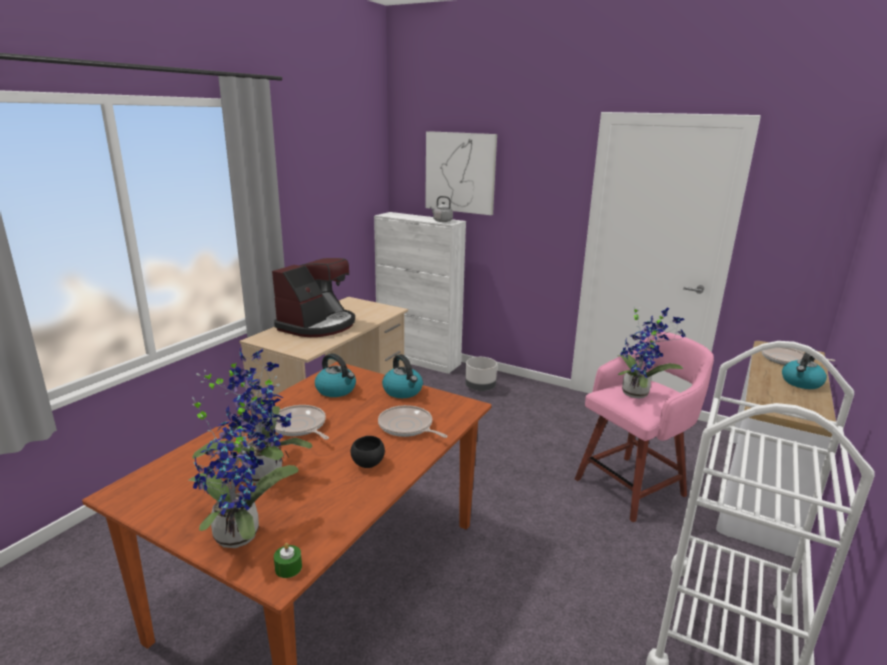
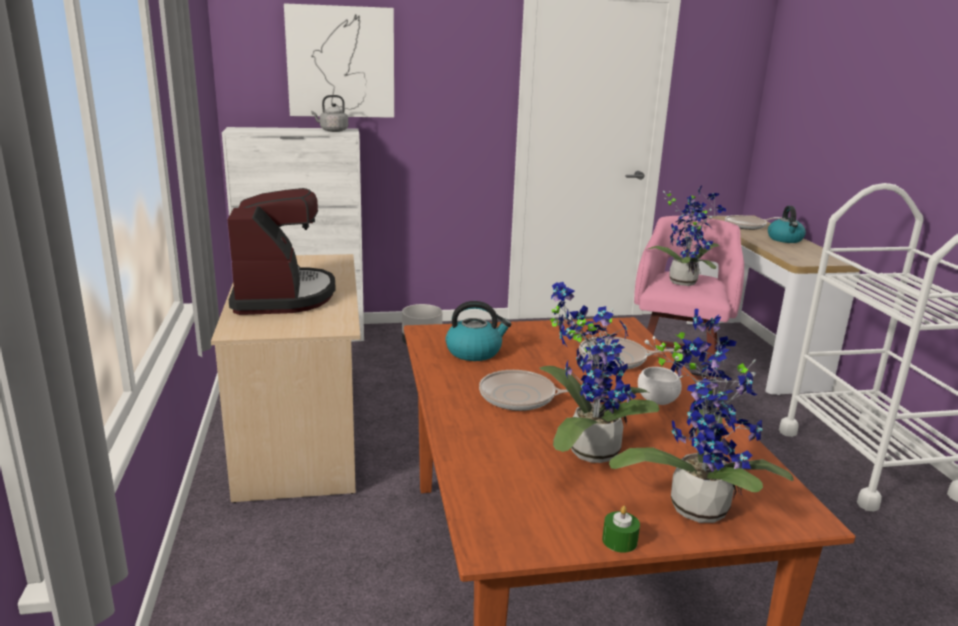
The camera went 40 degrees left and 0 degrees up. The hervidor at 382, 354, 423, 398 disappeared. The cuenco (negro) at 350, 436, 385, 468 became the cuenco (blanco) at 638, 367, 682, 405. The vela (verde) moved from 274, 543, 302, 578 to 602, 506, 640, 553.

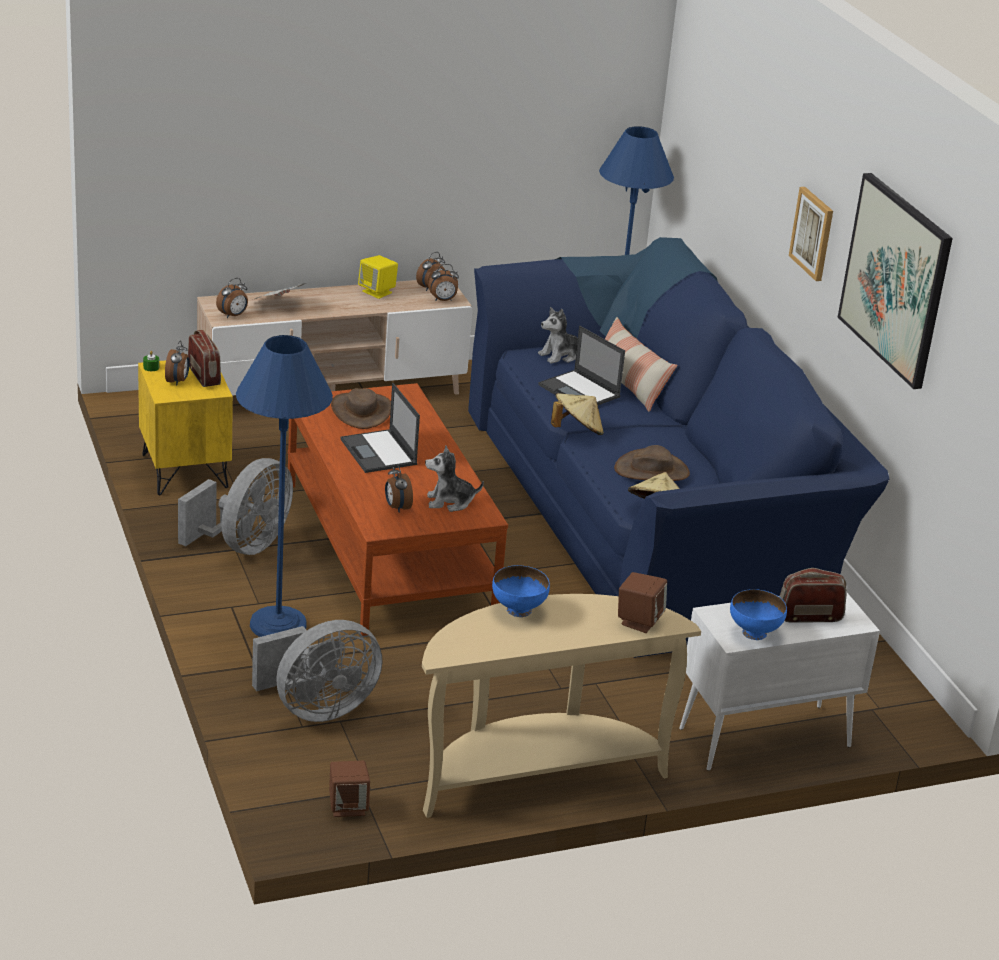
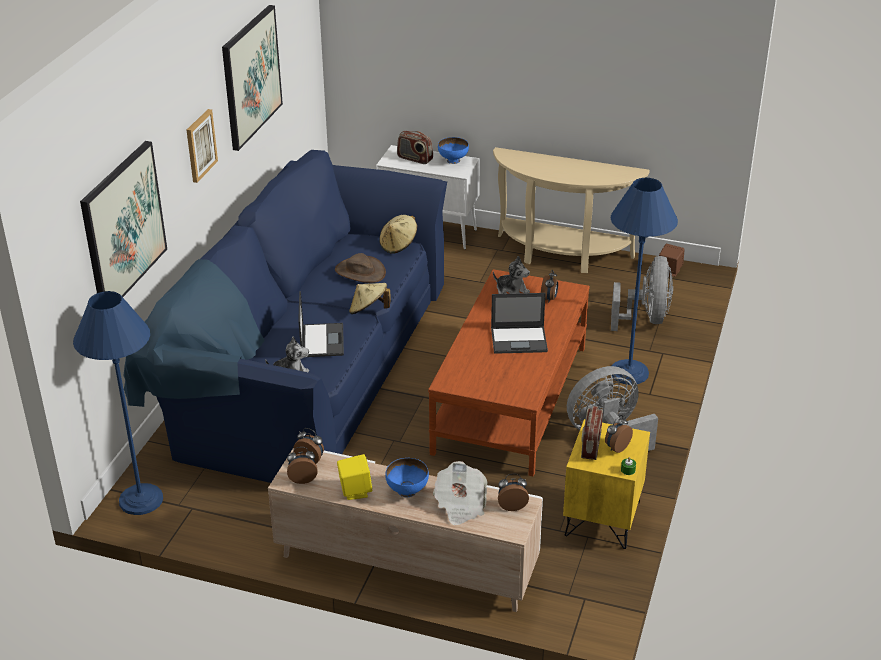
The camera went 140 degrees left and 5 degrees up. The cojín at 605, 317, 678, 412 disappeared. The portátil at 341, 383, 420, 473 turned 75 degrees clockwise. The sombrero (marrón) at 331, 388, 391, 429 disappeared. The cuenco (azul) moved from 492, 565, 550, 617 to 385, 458, 429, 497. The altavoz (marrón) at 618, 572, 667, 633 disappeared. The ventilador (gris) at 252, 620, 382, 722 turned 90 degrees clockwise. The cuadro at 80, 141, 167, 297 appeared.

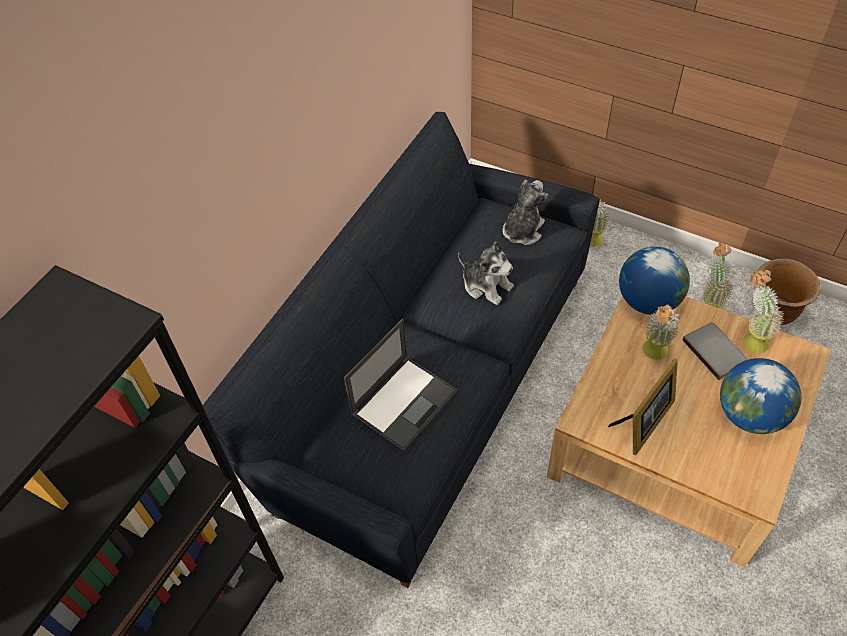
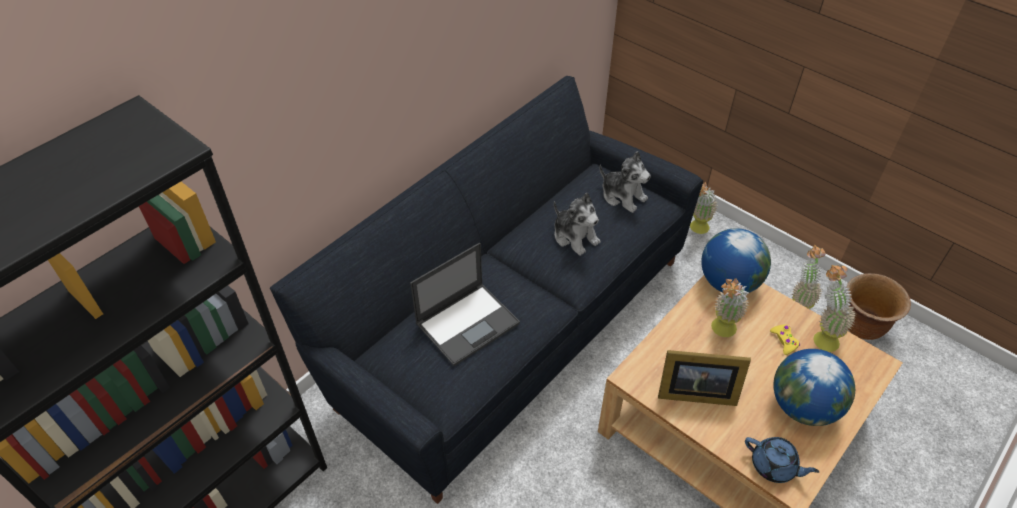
The camera went 10 degrees right and 5 degrees down. The peluche at 502, 180, 549, 245 turned 90 degrees clockwise. The libro (gris) at 683, 322, 748, 380 was replaced by the mando de consola (amarillo) at 770, 325, 800, 355. The portarretratos at 608, 358, 678, 455 turned 45 degrees clockwise. The tetera (azul) at 745, 437, 819, 483 appeared.

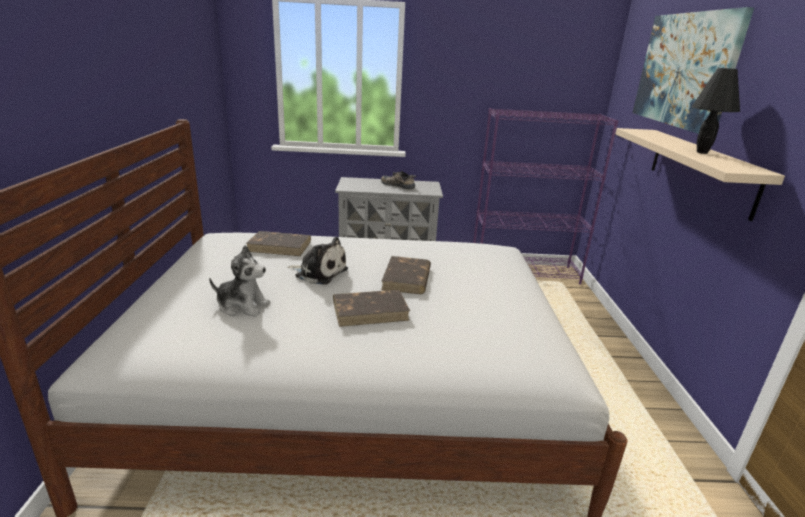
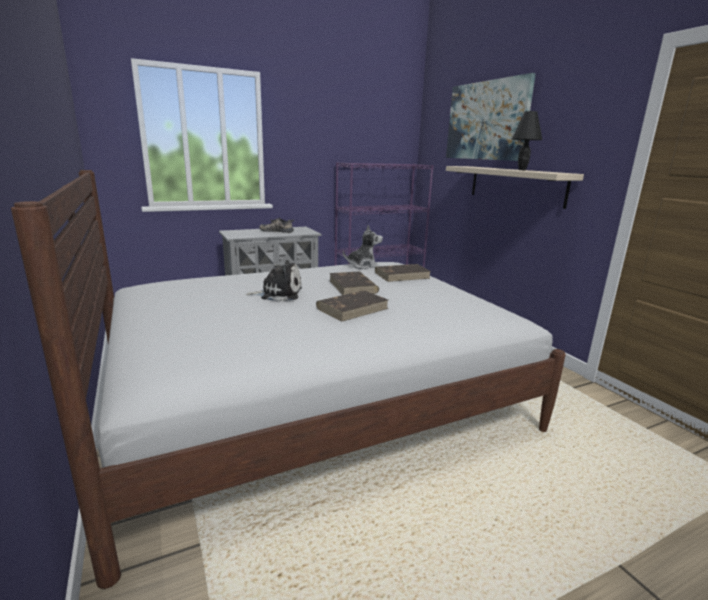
The camera went 25 degrees left and 5 degrees down. The libro (marrón) moved from 246, 231, 311, 256 to 375, 264, 431, 282. The peluche moved from 209, 245, 270, 317 to 343, 225, 383, 269.

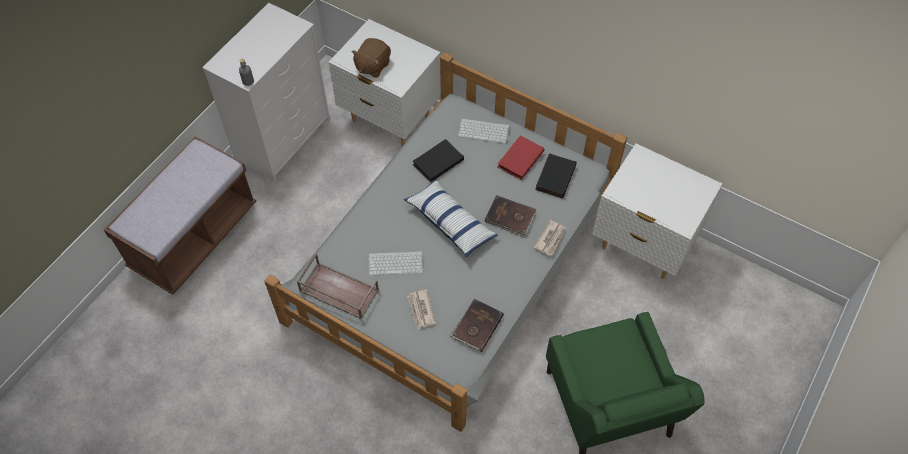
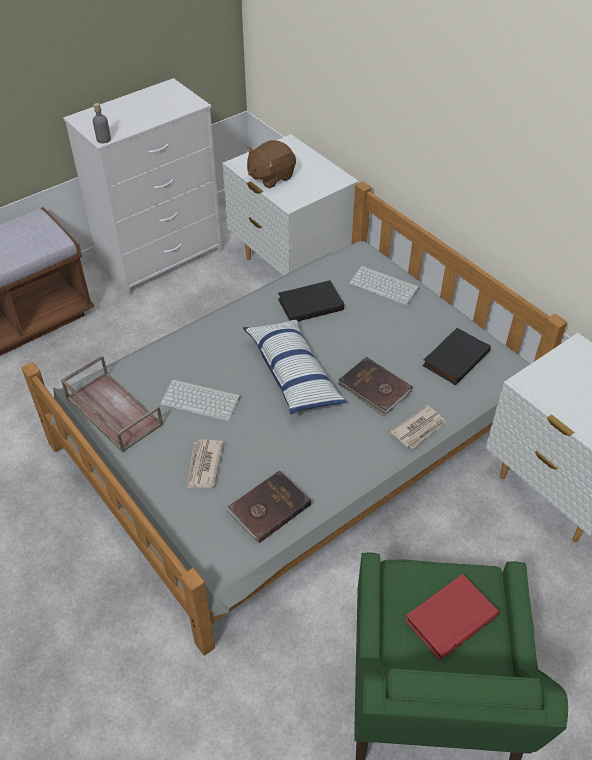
The camera went 20 degrees right and 10 degrees down. The libro (rojo) moved from 498, 135, 544, 180 to 405, 574, 499, 660.

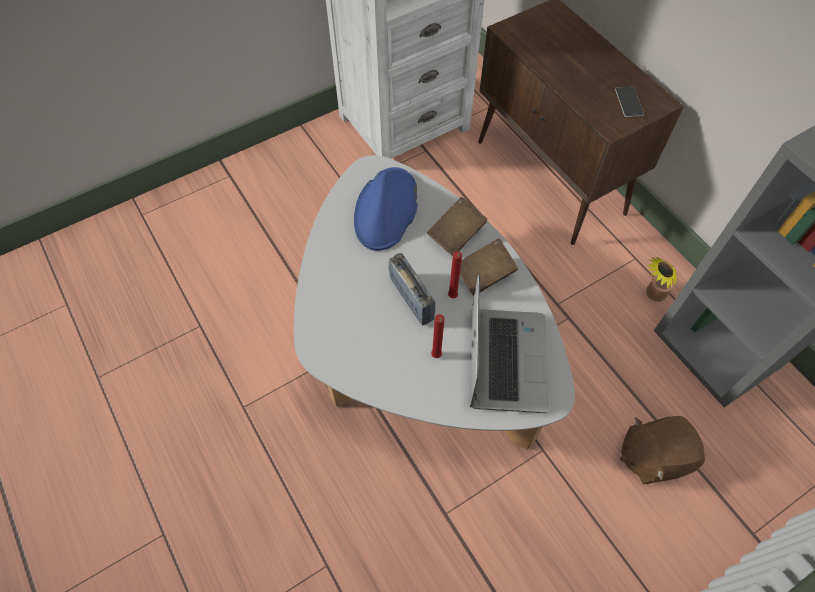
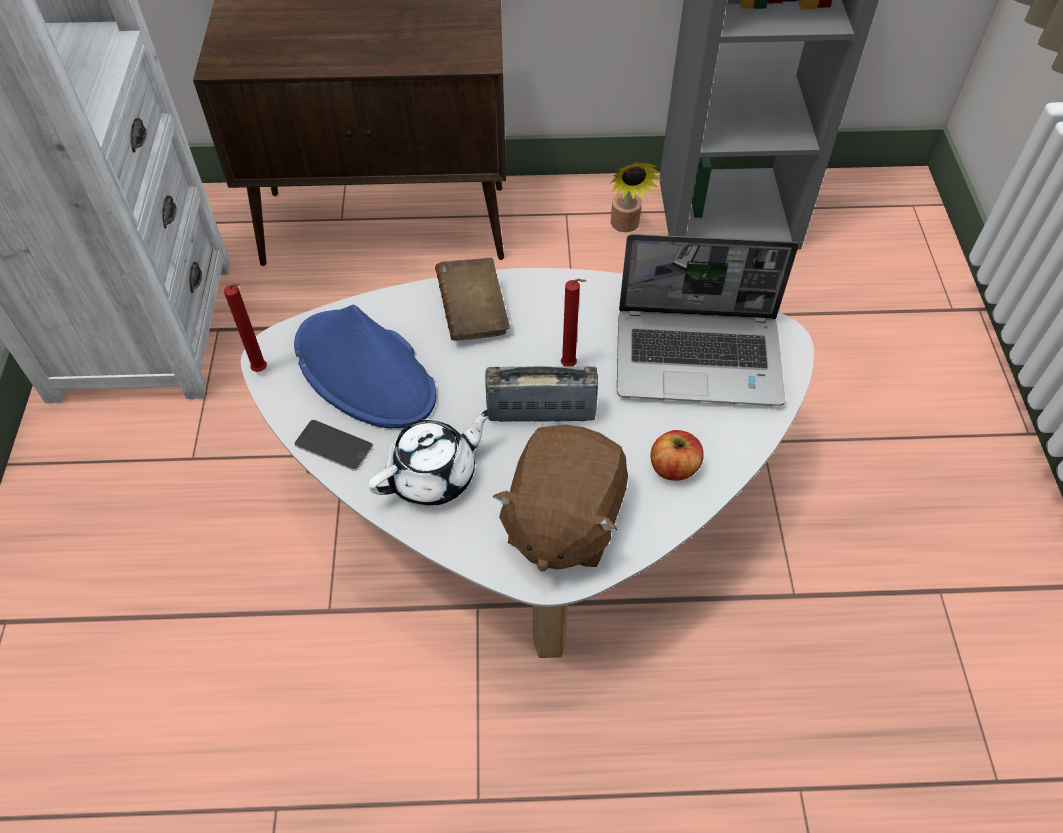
The camera went 60 degrees left and 5 degrees down. The móvil moved from 615, 87, 644, 117 to 294, 420, 373, 471. The libro (marrón) at 460, 238, 518, 296 disappeared. The portátil at 470, 274, 549, 413 turned 150 degrees clockwise. The vela (rojo) moved from 431, 314, 445, 358 to 224, 283, 267, 372. The peluche (marrón) moved from 620, 416, 705, 485 to 493, 424, 628, 572. The tetera (blanco) at 368, 409, 493, 506 appeared. The manzana at 651, 430, 704, 481 appeared.

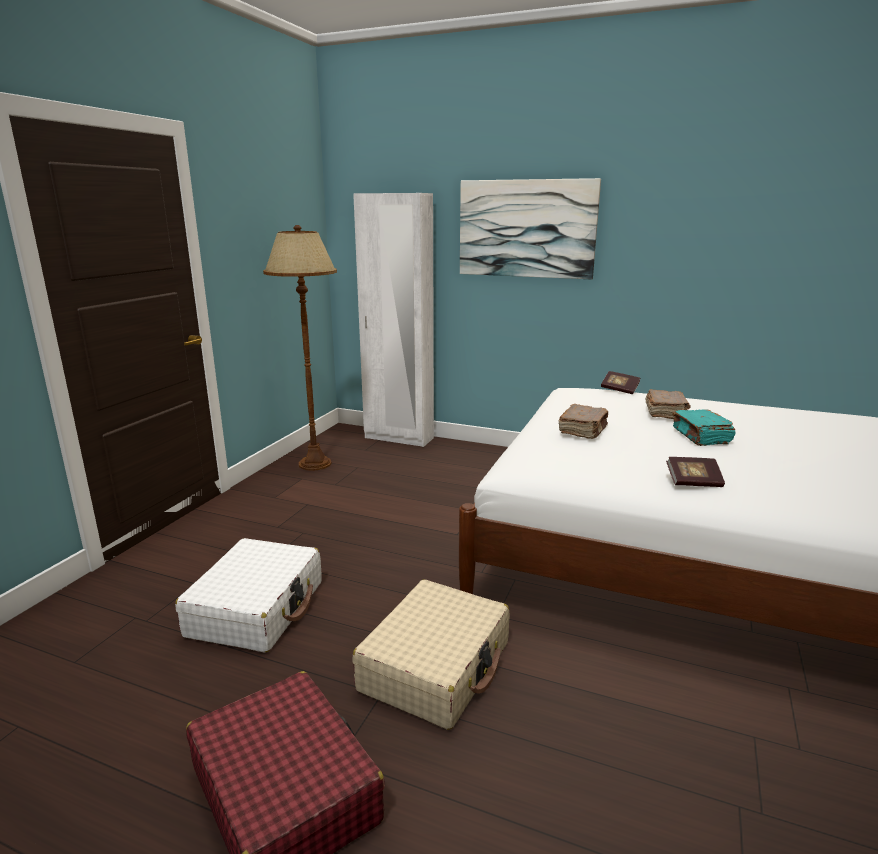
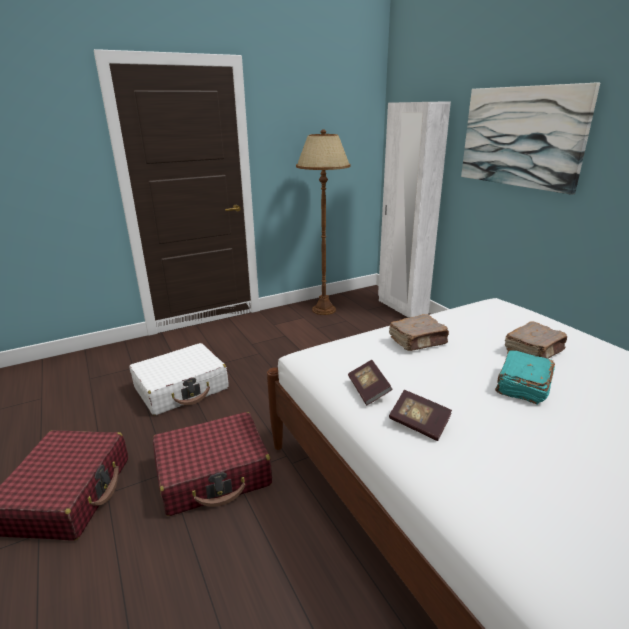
The camera went 40 degrees right and 5 degrees up. The libro moved from 601, 371, 640, 394 to 348, 360, 392, 405. The maleta (beis) at 353, 579, 510, 730 became the maleta (rojo) at 153, 412, 272, 516.

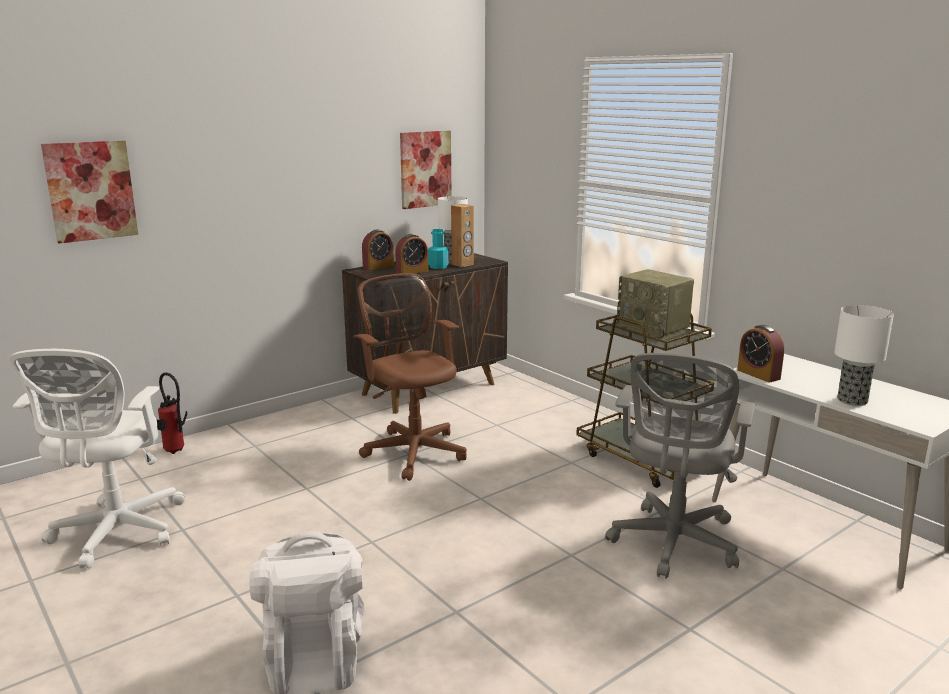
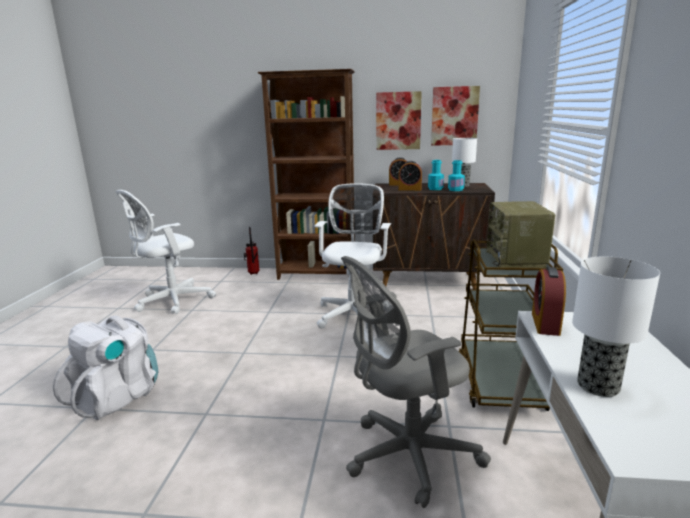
The camera went 45 degrees right and 0 degrees up. The cuadro moved from 41, 140, 138, 244 to 376, 91, 422, 150. The altavoz (marrón) at 451, 204, 474, 267 was replaced by the botella (turquesa) at 448, 160, 465, 191. The silla de oficina (marrón) at 353, 273, 467, 481 became the silla de oficina (blanco) at 314, 183, 391, 329. The estantería (marrón) at 257, 69, 355, 280 appeared.

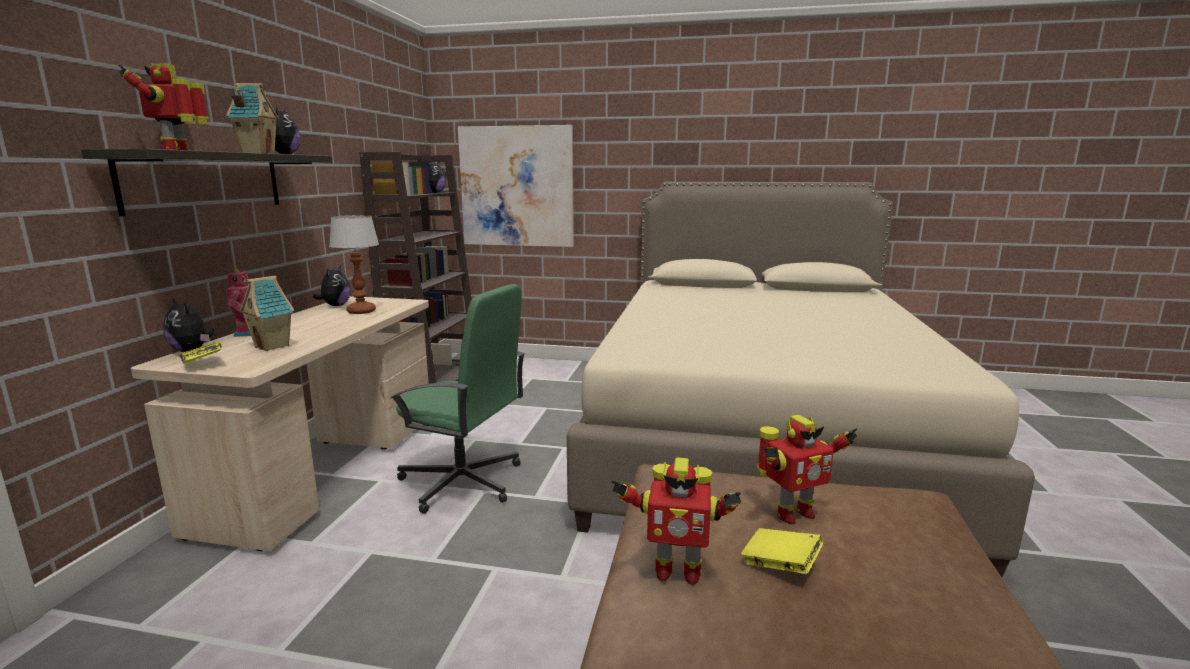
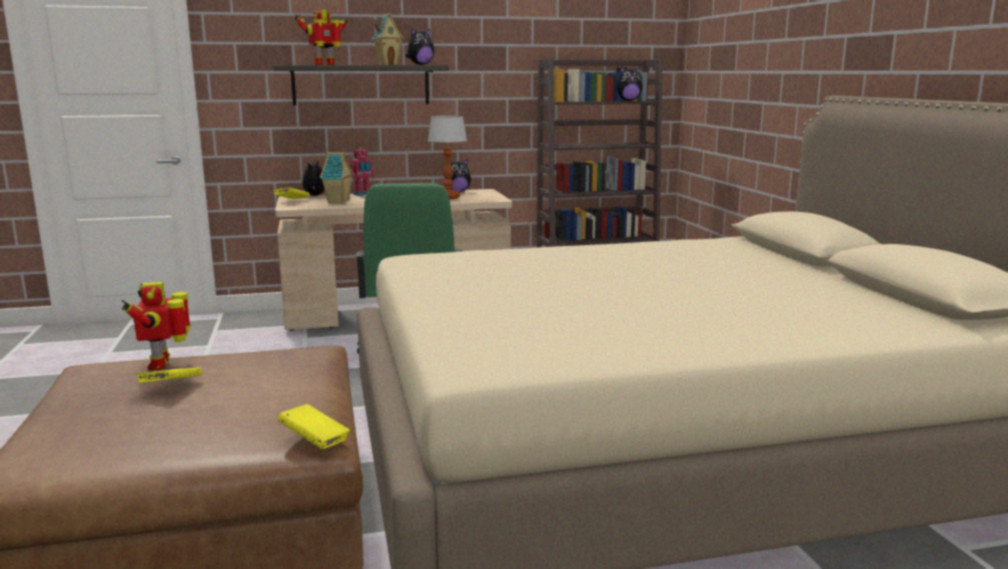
The camera went 65 degrees right and 0 degrees up. The cuadro at 458, 125, 574, 247 disappeared. The robot de juguete at 757, 415, 858, 524 disappeared. The libro (amarillo) at 278, 404, 350, 449 appeared.

